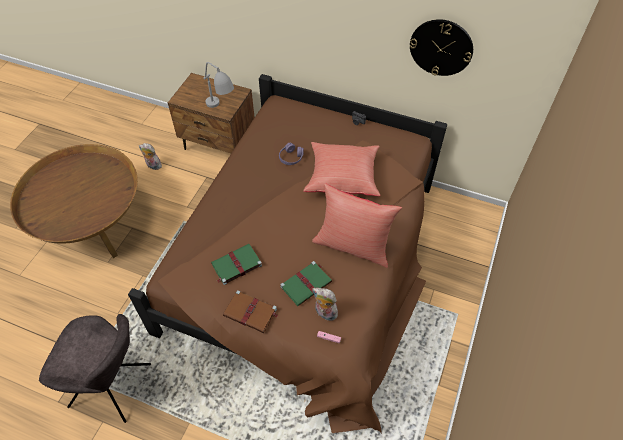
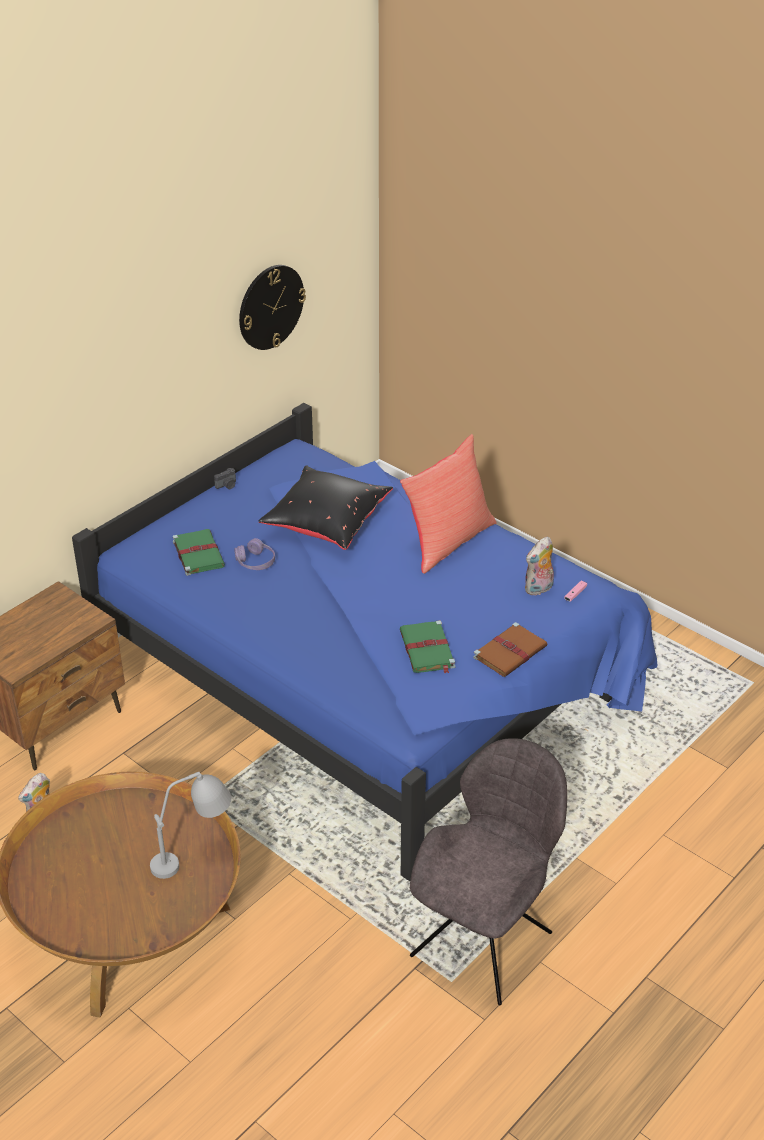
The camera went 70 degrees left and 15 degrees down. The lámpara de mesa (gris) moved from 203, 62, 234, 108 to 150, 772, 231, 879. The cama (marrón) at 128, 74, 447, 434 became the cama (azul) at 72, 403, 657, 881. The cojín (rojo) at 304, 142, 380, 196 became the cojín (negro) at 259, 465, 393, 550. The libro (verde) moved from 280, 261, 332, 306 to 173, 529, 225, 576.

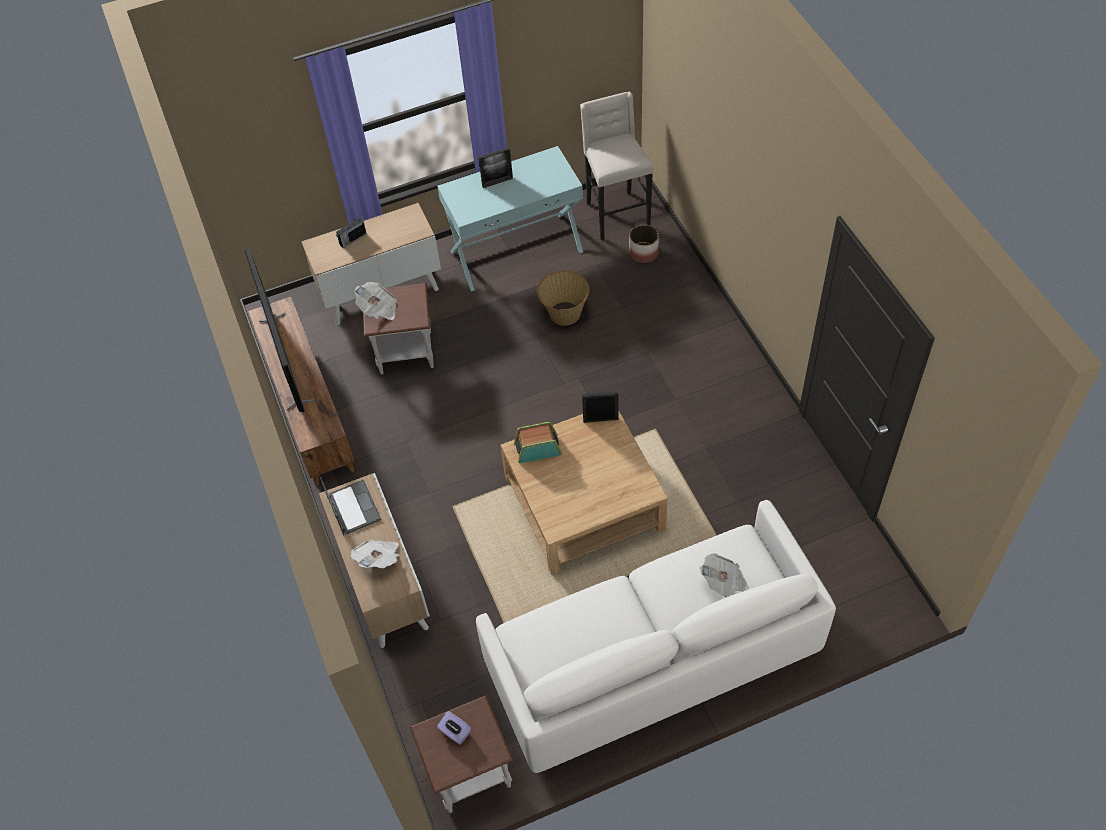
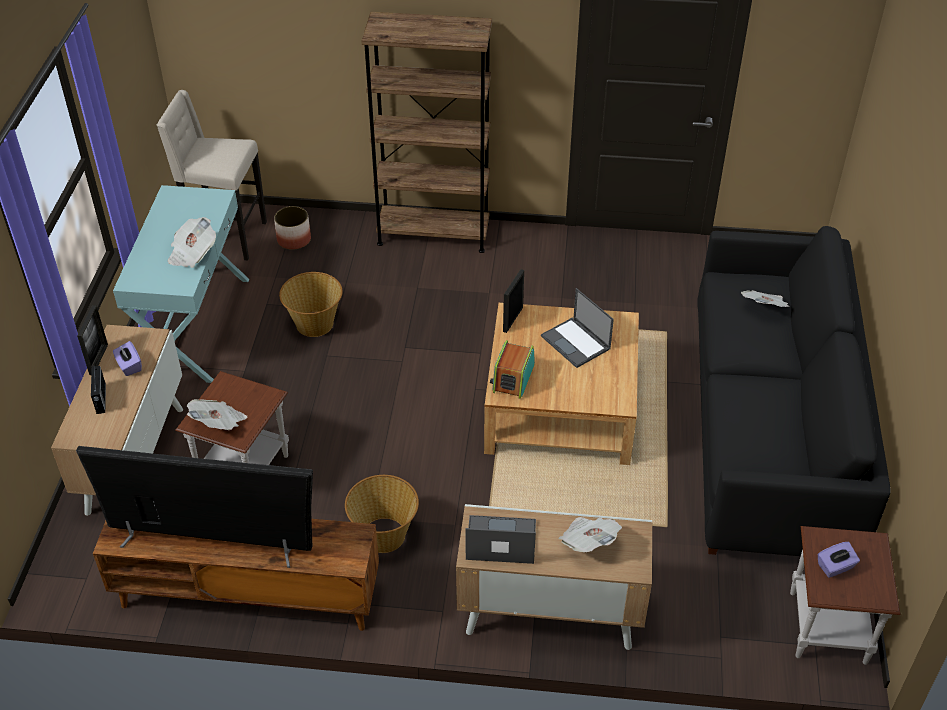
The camera went 65 degrees left and 10 degrees down. The portarretratos moved from 478, 147, 513, 188 to 77, 305, 108, 375. The sofá (blanco) at 476, 500, 836, 773 became the sofá (negro) at 697, 226, 890, 556. The estantería (marrón) at 361, 12, 492, 253 appeared. The periódico at 168, 217, 216, 268 appeared. The portátil at 541, 288, 614, 368 appeared. The caja de pañuelos (morado) at 113, 341, 142, 376 appeared. The cesta at 345, 475, 419, 553 appeared.

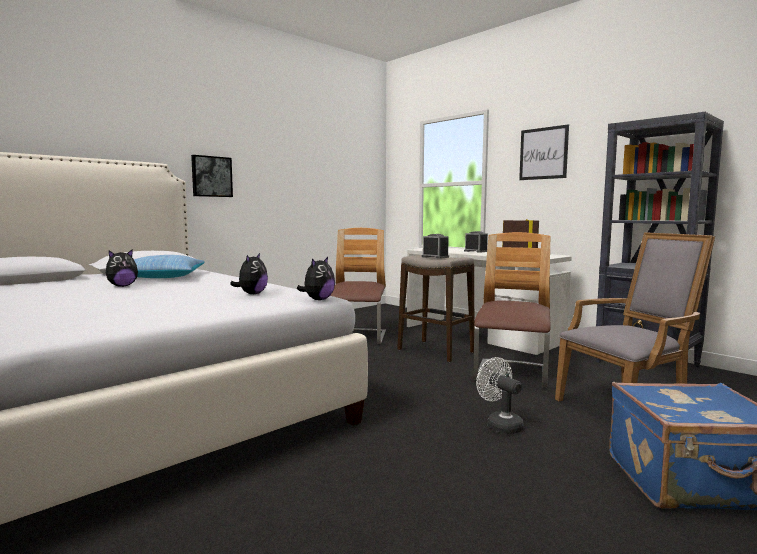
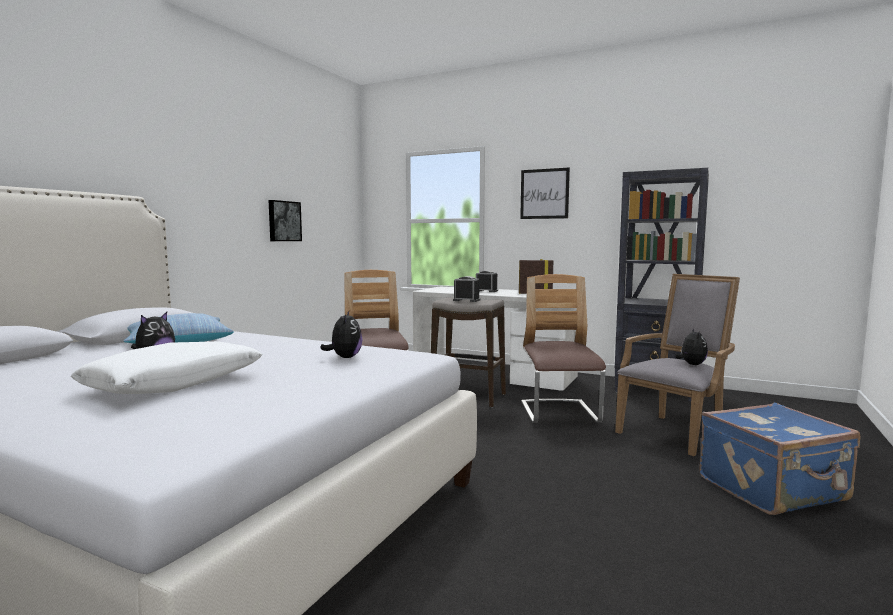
The camera went 20 degrees left and 0 degrees up. The cuadro moved from 191, 155, 233, 197 to 269, 200, 302, 241. The peluche moved from 297, 257, 335, 300 to 675, 328, 708, 365. The ventilador (blanco) at 476, 357, 524, 434 disappeared. The cojín (blanco) at 71, 341, 263, 394 appeared.

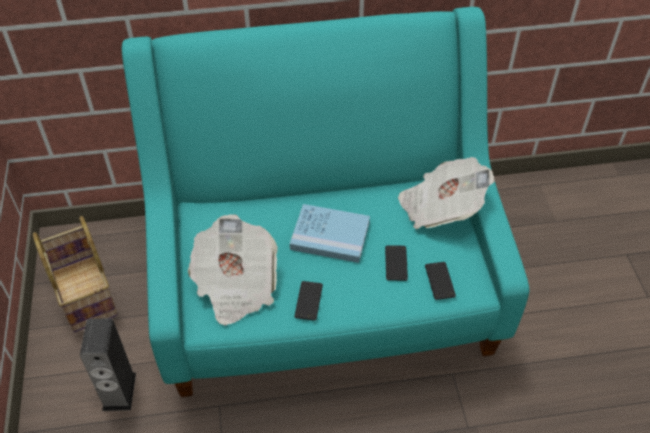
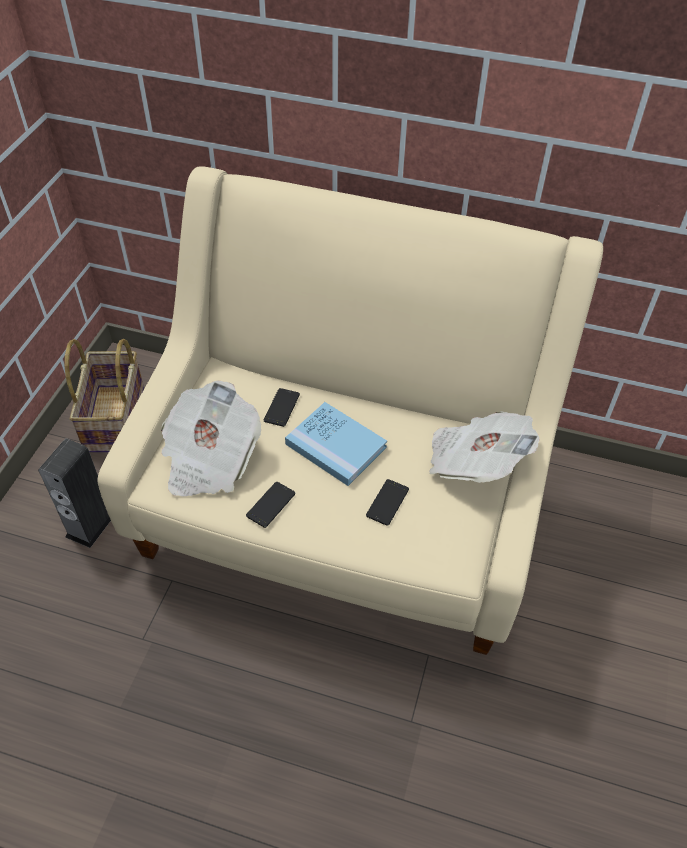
The camera went 25 degrees right and 0 degrees up. The sofá (turquesa) at 122, 7, 529, 397 became the sofá (beis) at 97, 166, 603, 655. The móvil moved from 425, 262, 456, 300 to 264, 388, 300, 427.

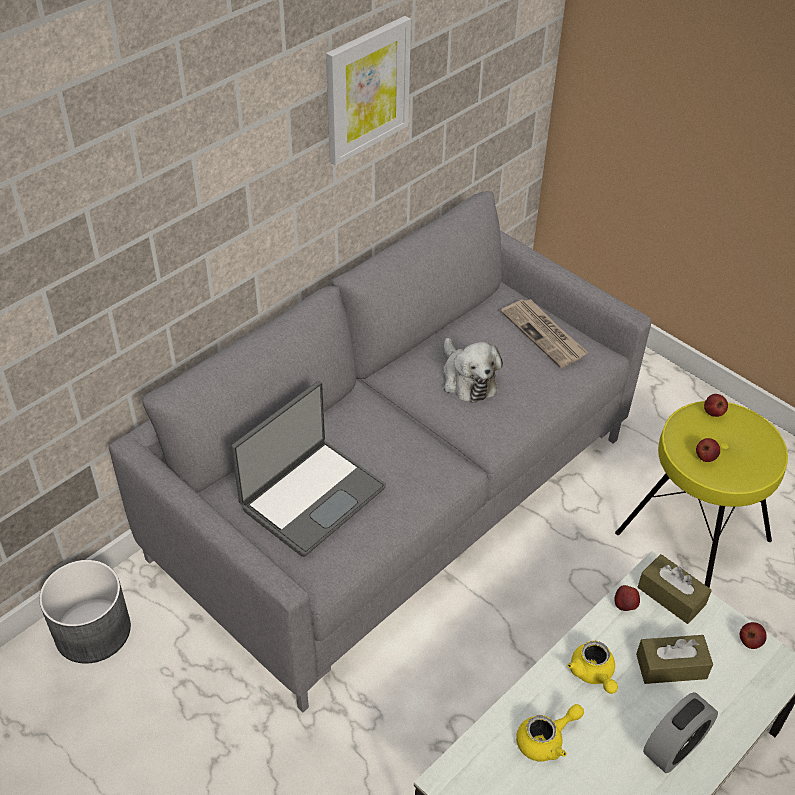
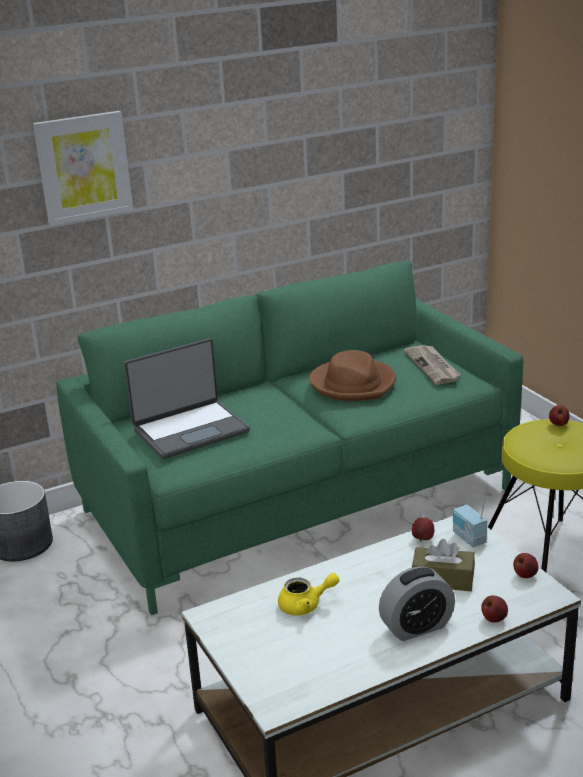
The camera went 20 degrees right and 20 degrees down. The cuadro moved from 326, 16, 411, 166 to 33, 111, 133, 226. The sofá (gris) at 109, 191, 651, 713 became the sofá (verde) at 56, 261, 523, 615. The peluche at 444, 338, 503, 403 was replaced by the sombrero (marrón) at 309, 350, 396, 401. The manzana moved from 696, 438, 720, 462 to 481, 596, 508, 623. The caja de pañuelos (marrón) at 638, 554, 712, 624 was replaced by the radio at 453, 493, 487, 547. The tetera (amarillo) at 567, 641, 618, 694 disappeared.

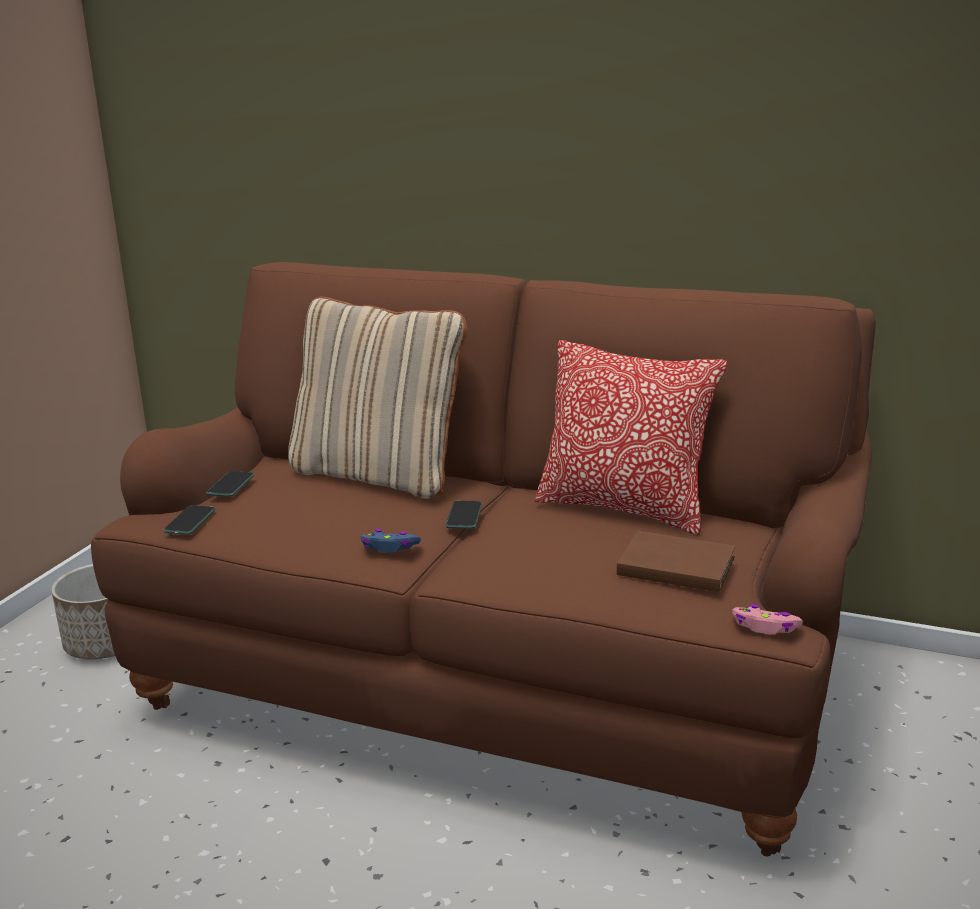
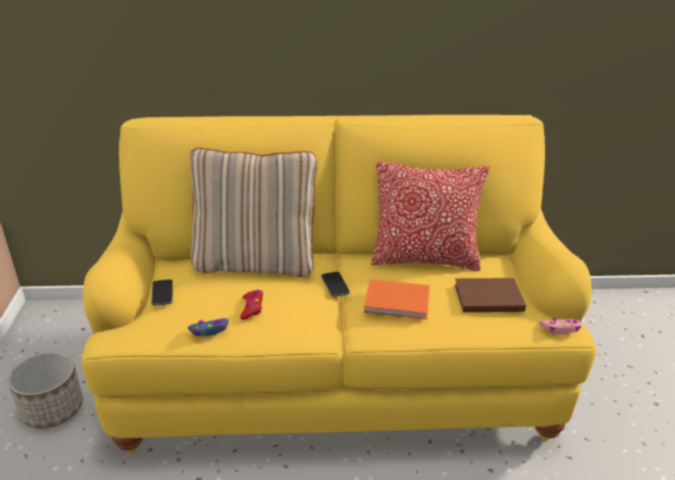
The camera went 25 degrees left and 10 degrees up. The sofá (marrón) at 91, 262, 876, 856 became the sofá (amarillo) at 82, 115, 596, 454. The móvil at 163, 505, 215, 535 disappeared. The mando de consola (azul) moved from 361, 529, 421, 552 to 188, 318, 229, 337. The libro (naranja) at 364, 279, 430, 320 appeared. The mando de consola (rojo) at 240, 290, 263, 320 appeared.

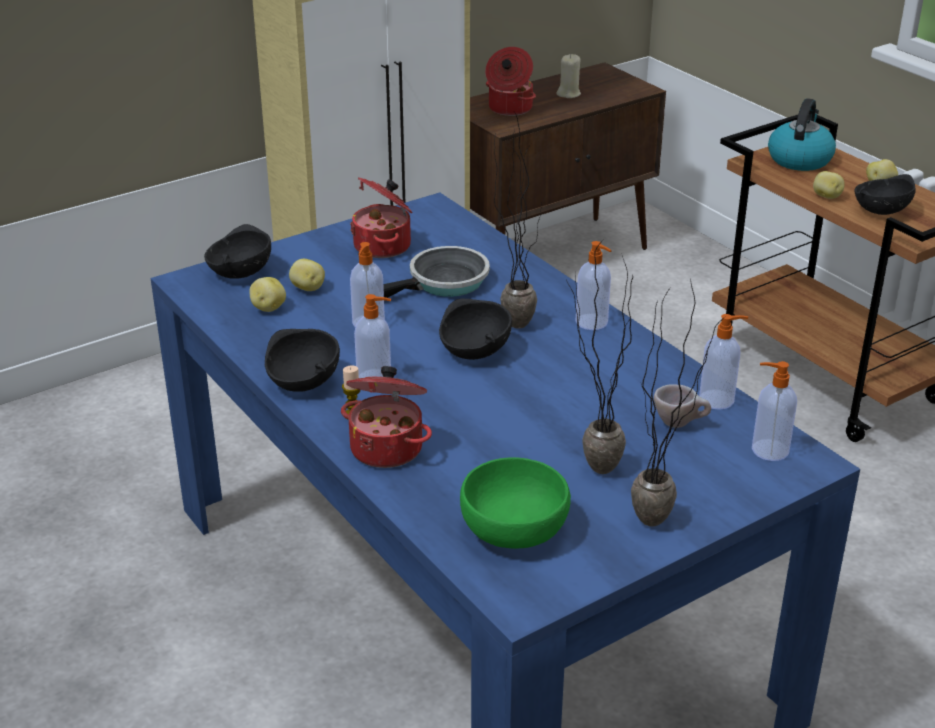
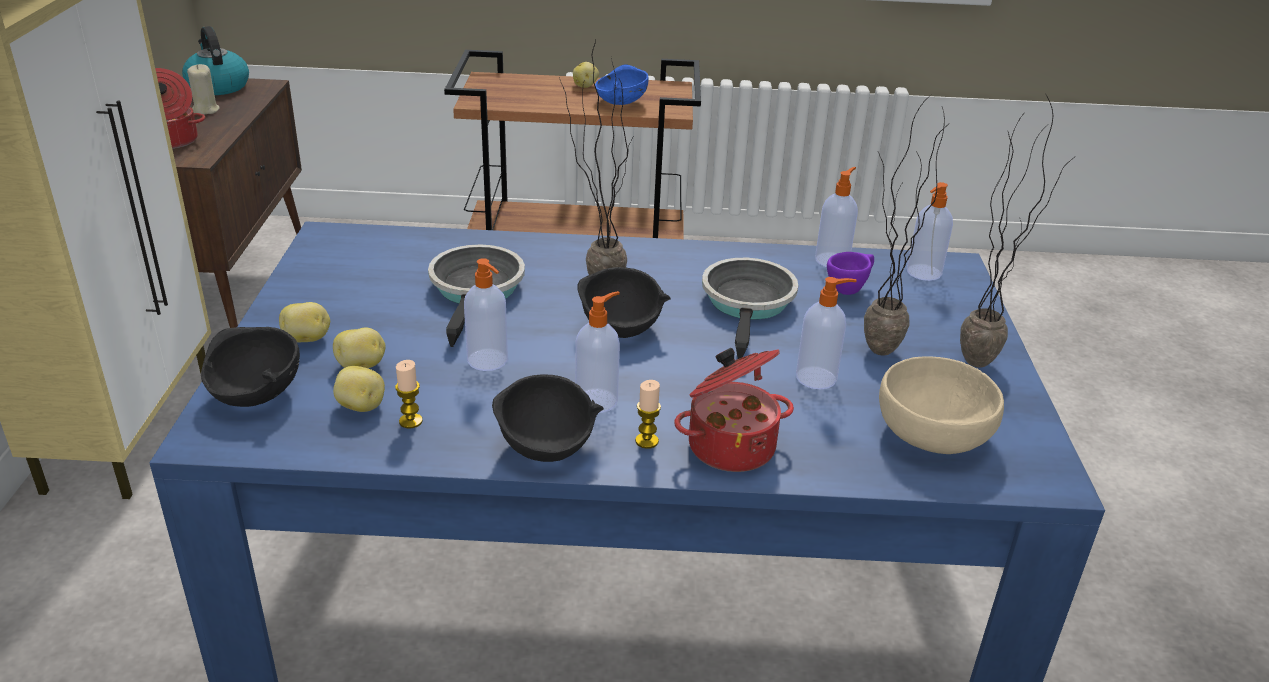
The camera went 55 degrees left and 0 degrees up. The hervidor moved from 768, 98, 836, 171 to 182, 26, 249, 95. The patata moved from 813, 171, 845, 199 to 279, 302, 330, 342. The cuenco (negro) at 855, 174, 916, 215 became the cuenco (azul) at 595, 64, 649, 105. The olla at 350, 177, 412, 258 disappeared. The dispensador de jabón moved from 576, 241, 612, 330 to 796, 277, 857, 389. The taza (beis) at 654, 384, 711, 428 became the taza (morado) at 827, 252, 874, 295. The cuenco (verde) at 460, 457, 571, 549 became the cuenco (beis) at 879, 356, 1004, 454. The sartén at 702, 258, 798, 359 appeared. The vela at 395, 360, 423, 429 appeared.

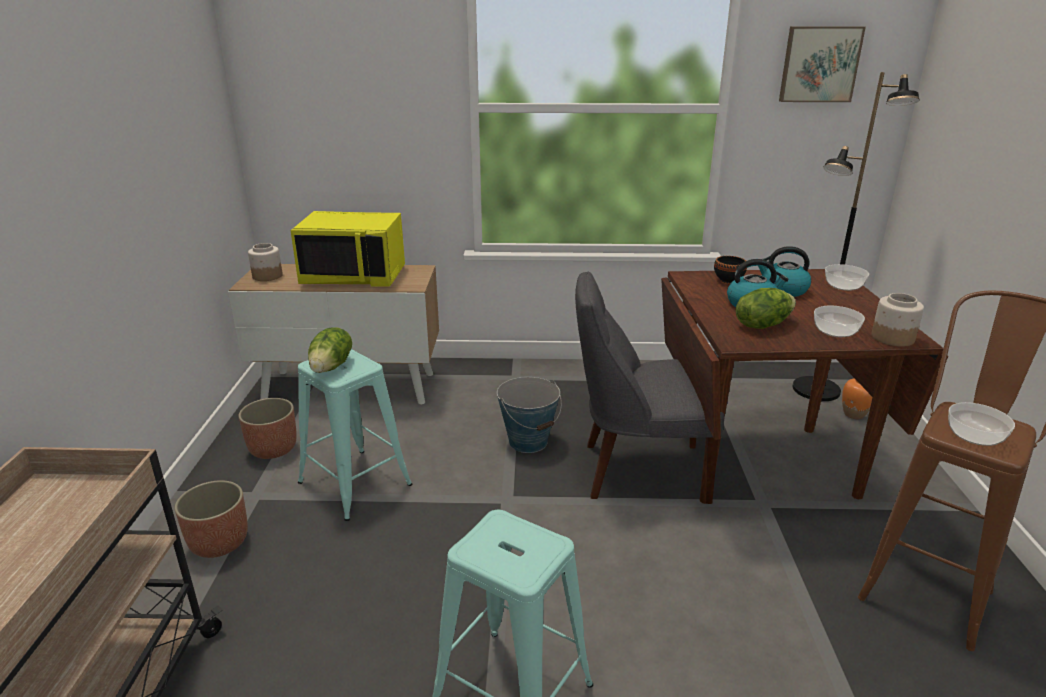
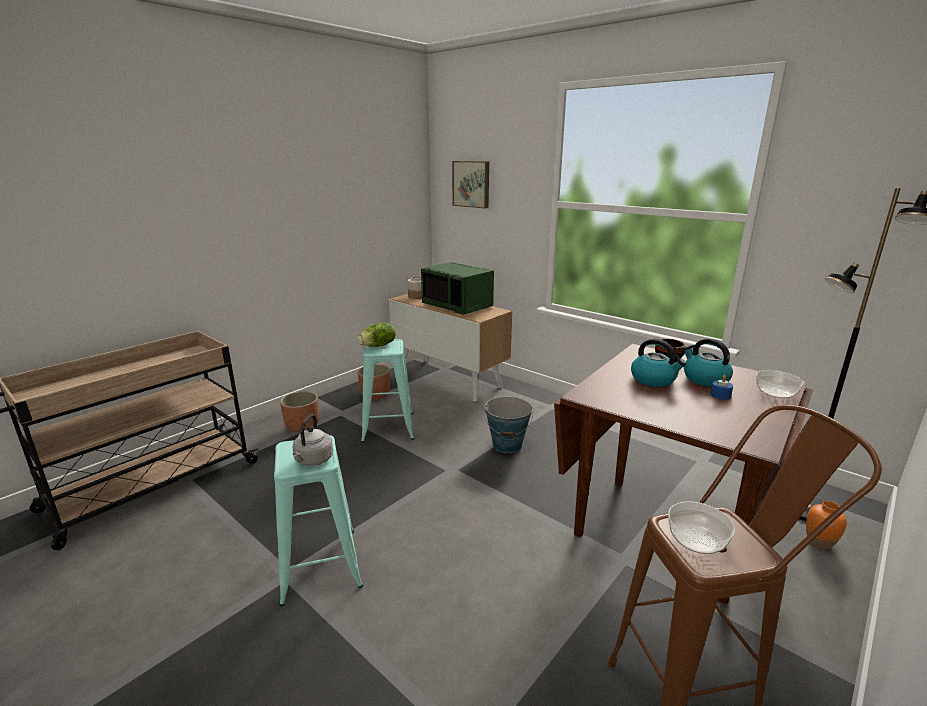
The camera went 40 degrees right and 5 degrees down. The cuadro moved from 779, 26, 866, 102 to 452, 161, 489, 208. The microondas (amarillo) at 290, 211, 405, 286 became the microondas (verde) at 421, 262, 494, 315. The silla (gris) at 575, 271, 725, 504 disappeared. The lechuga at 736, 288, 796, 329 disappeared. The tarro at 871, 293, 924, 347 disappeared. The cuenco at 814, 306, 865, 337 disappeared. The vela (azul) at 710, 375, 733, 400 appeared. The hervidor (gris) at 293, 414, 333, 466 appeared.

